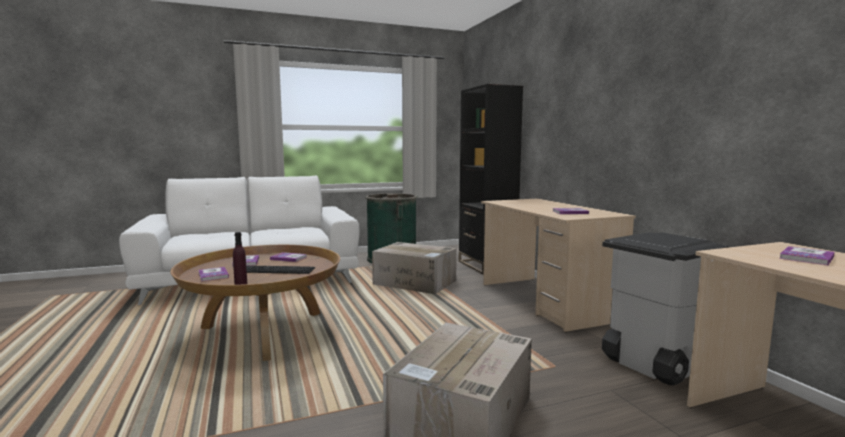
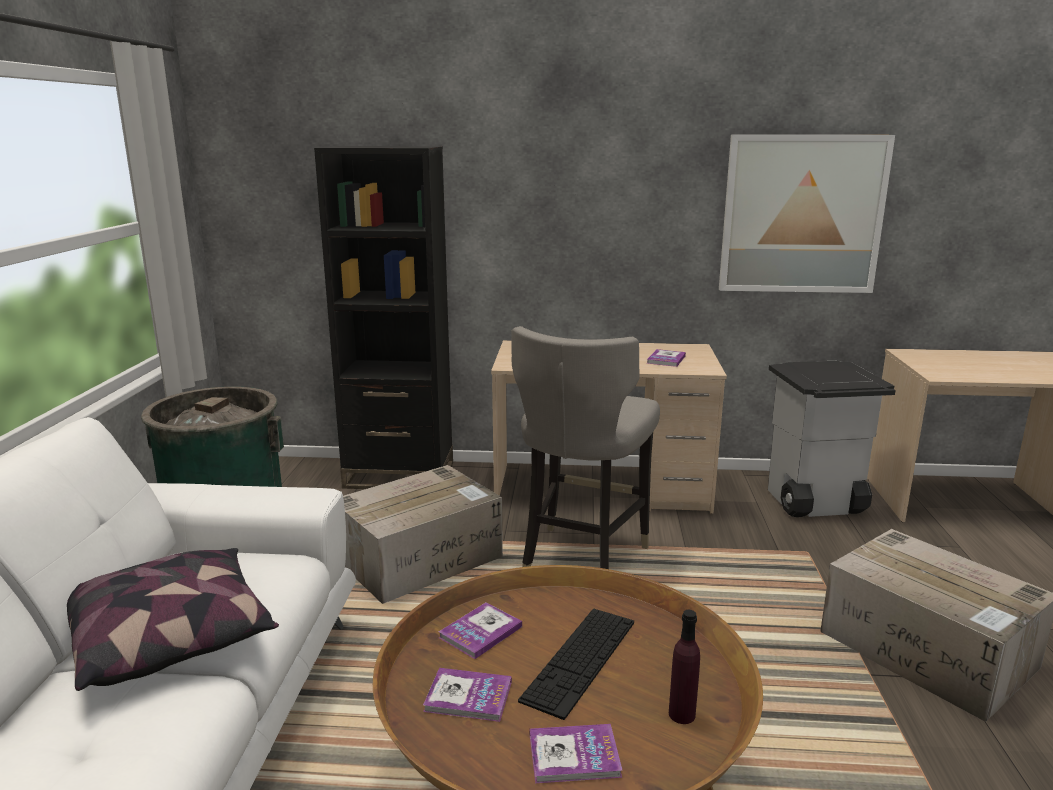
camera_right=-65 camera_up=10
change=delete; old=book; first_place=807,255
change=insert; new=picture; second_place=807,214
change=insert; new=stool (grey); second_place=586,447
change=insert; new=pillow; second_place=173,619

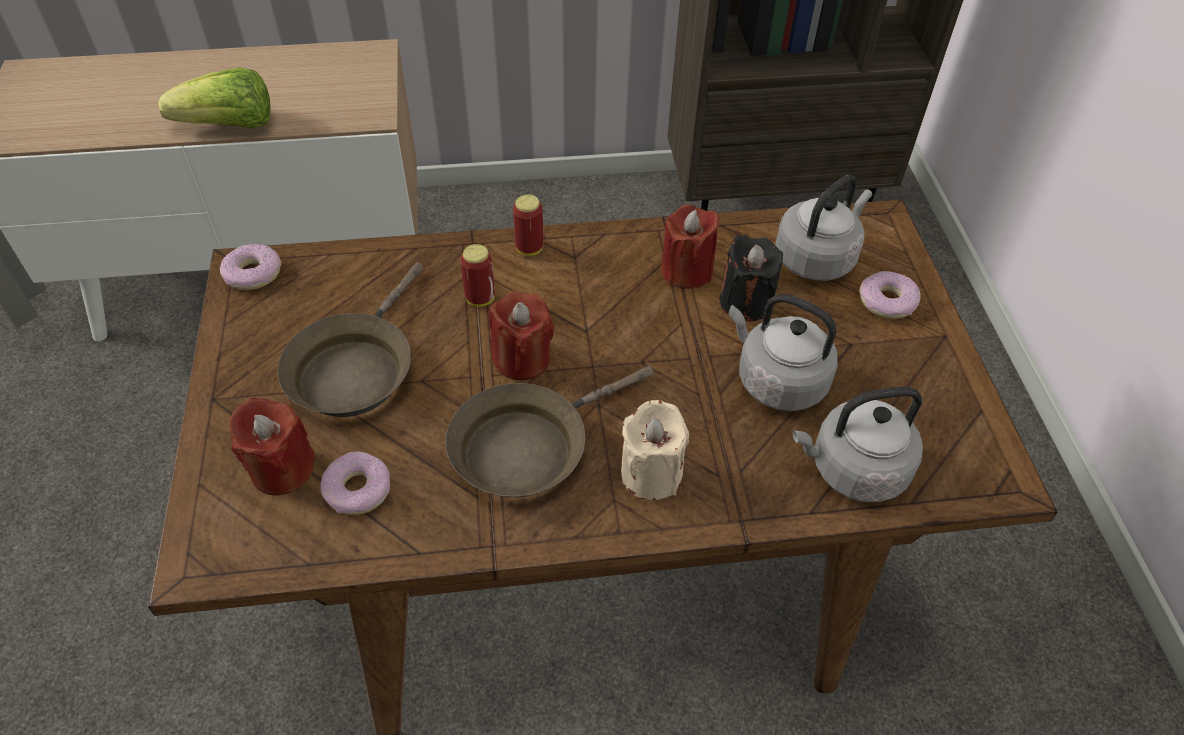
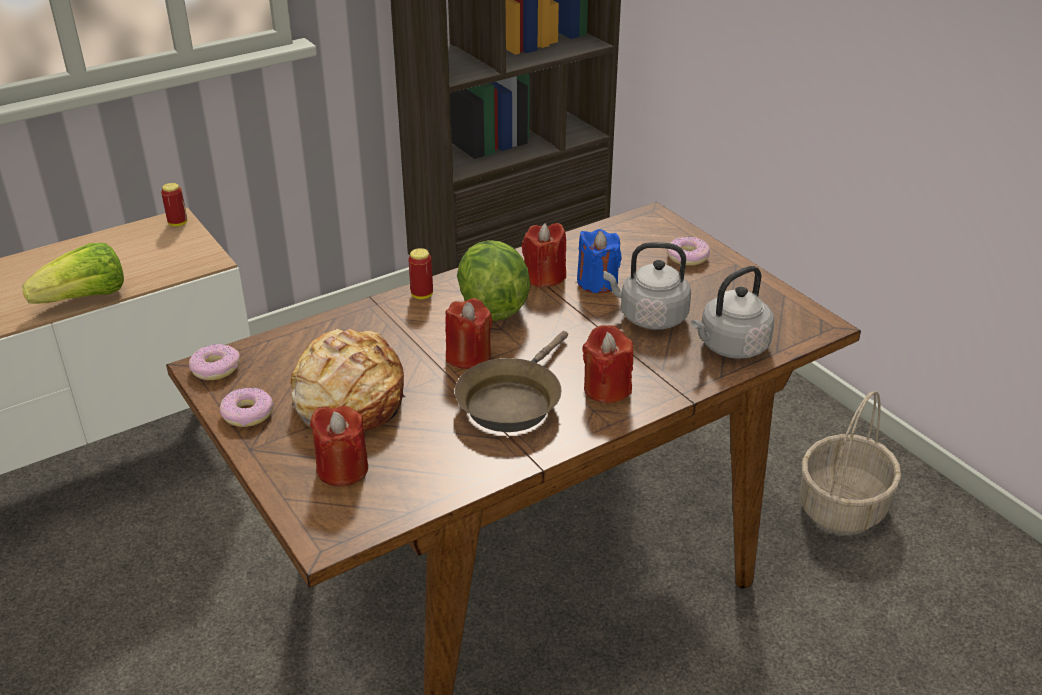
camera_right=-25 camera_up=-15
change=delete; old=kettle (grey); first_place=823,228
change=recolor; old=candle (black); new=candle (blue); first_place=751,278; second_place=599,261
change=move; old=can; first_place=477,275; second_place=174,204
change=replace; old=frying pan (brown); new=bread; first_place=350,339; second_place=348,380
change=recolor; old=candle (beige); new=candle (red); first_place=655,450; second_place=607,364
change=move; old=donut; first_place=355,483; second_place=247,407
change=insert; new=lettuce; second_place=493,280
change=insert; new=basket; second_place=850,462

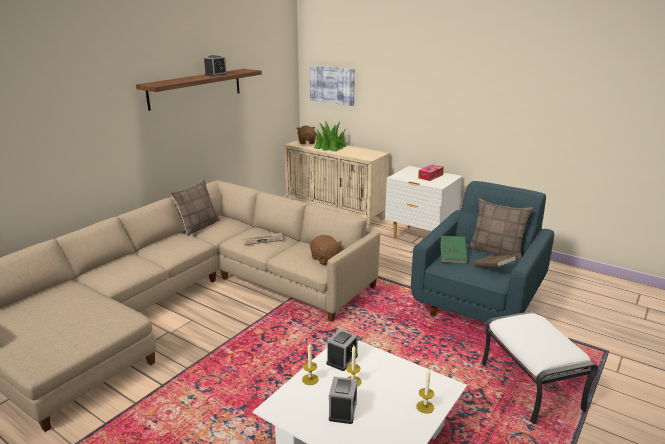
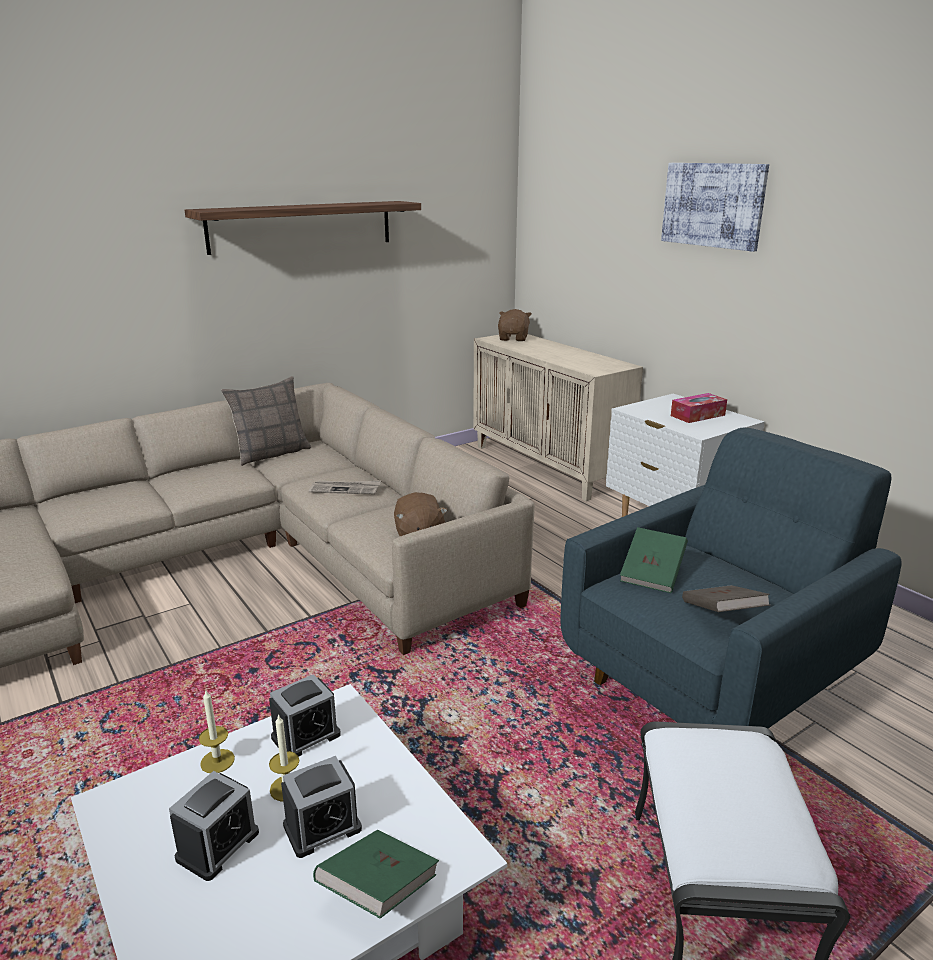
camera_right=20 camera_up=0
change=move; old=alarm clock; first_place=216,66; second_place=321,807
change=move; old=picture; first_place=332,85; second_place=715,207
change=delete; old=potted plant; first_place=330,136
change=delete; old=pillow; first_place=501,229
change=replace; old=candle; new=book (green); first_place=425,391; second_place=376,874

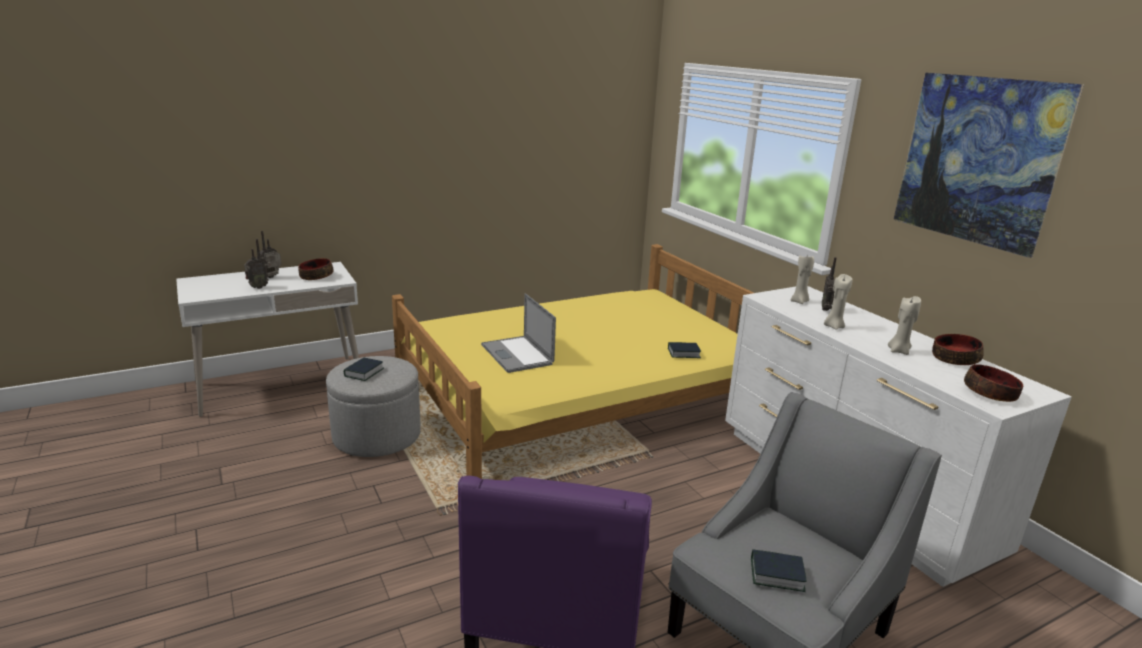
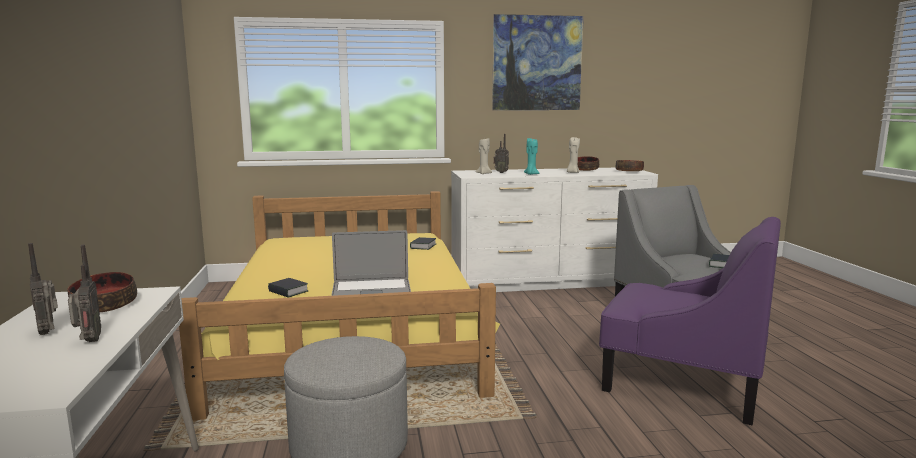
camera_right=-70 camera_up=-10
change=recolor; old=candle (beige); new=candle (turquoise); first_place=838,302; second_place=531,156
change=move; old=book; first_place=364,369; second_place=288,288

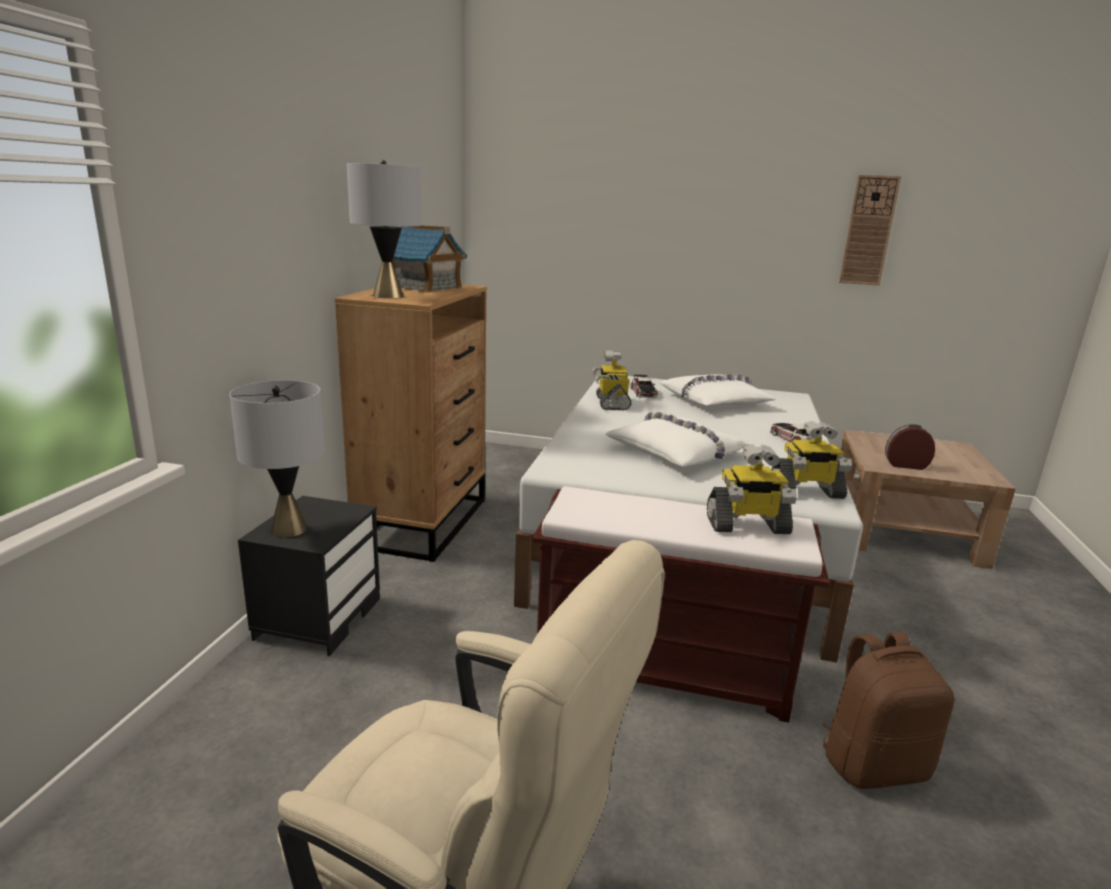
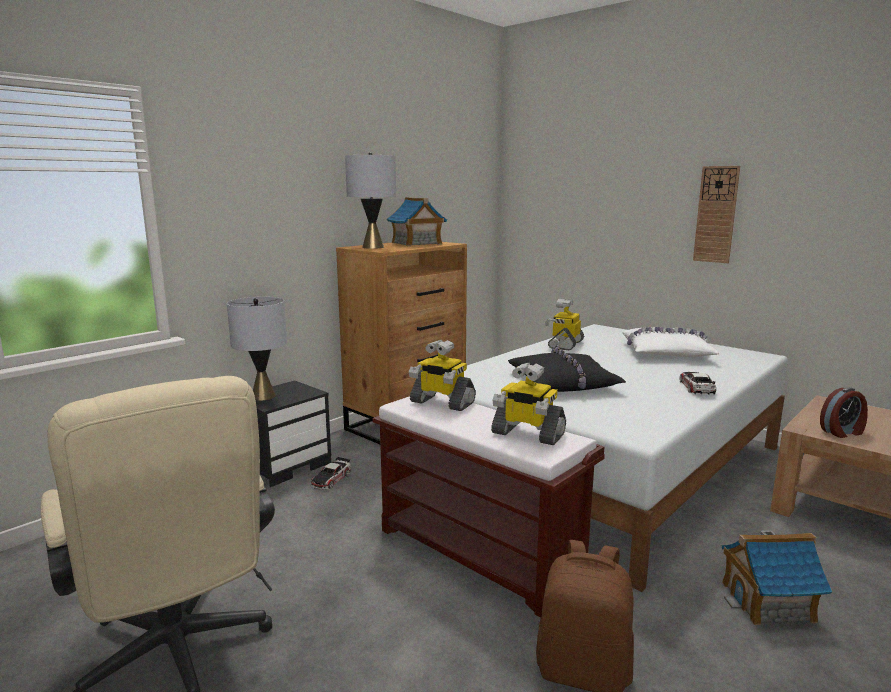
camera_right=30 camera_up=-5
change=move; old=wall clock; first_place=870,230; second_place=716,214
change=move; old=toy car; first_place=644,386; second_place=331,473
change=recolor; old=pillow (white); new=pillow (black); first_place=678,440; second_place=567,369
change=move; old=toy robot; first_place=811,460; second_place=442,375
change=rotate; old=alarm clock; first_place=910,447; second_place=844,413; degrees=120
change=insert; new=toy house; second_place=777,577

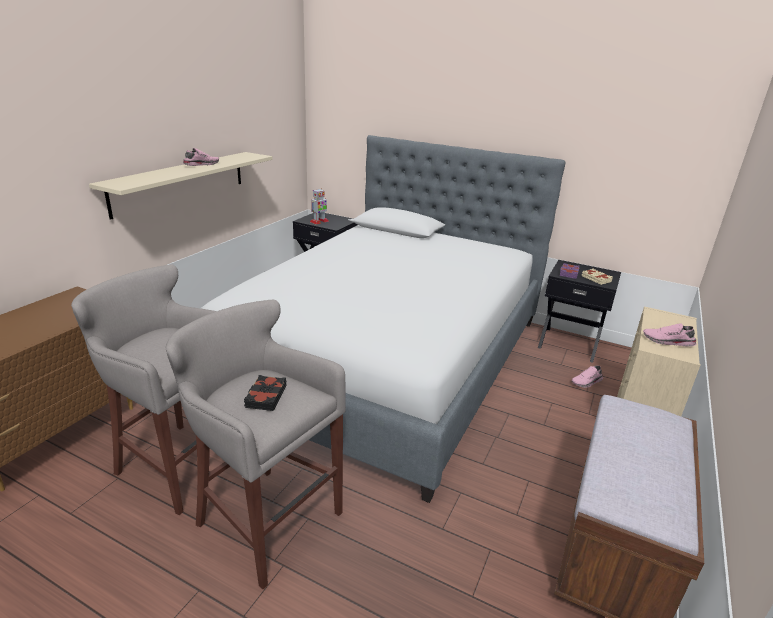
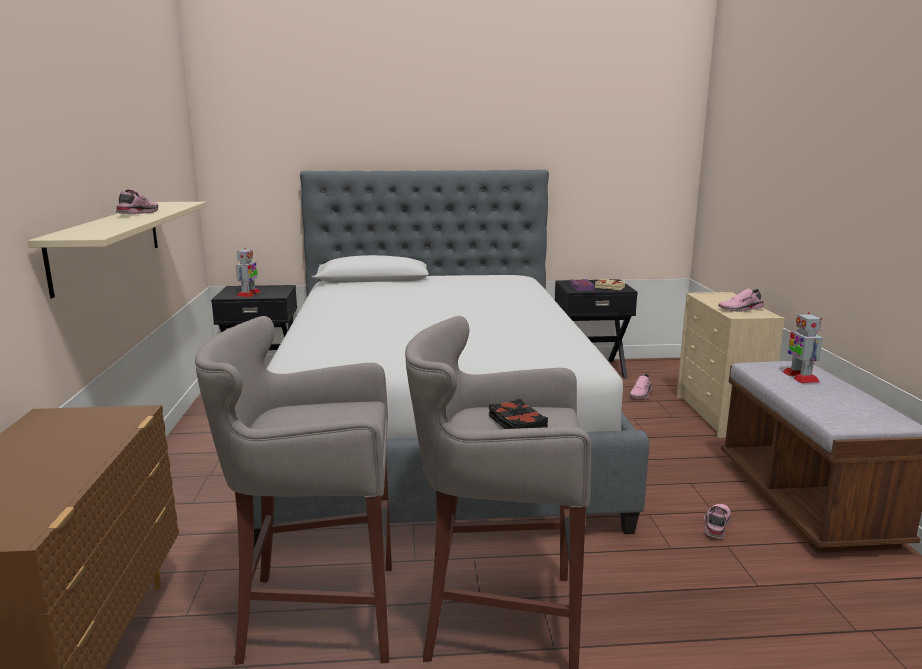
camera_right=-30 camera_up=-10
change=insert; new=toy robot; second_place=803,347
change=insert; new=shoe (pink); second_place=717,521

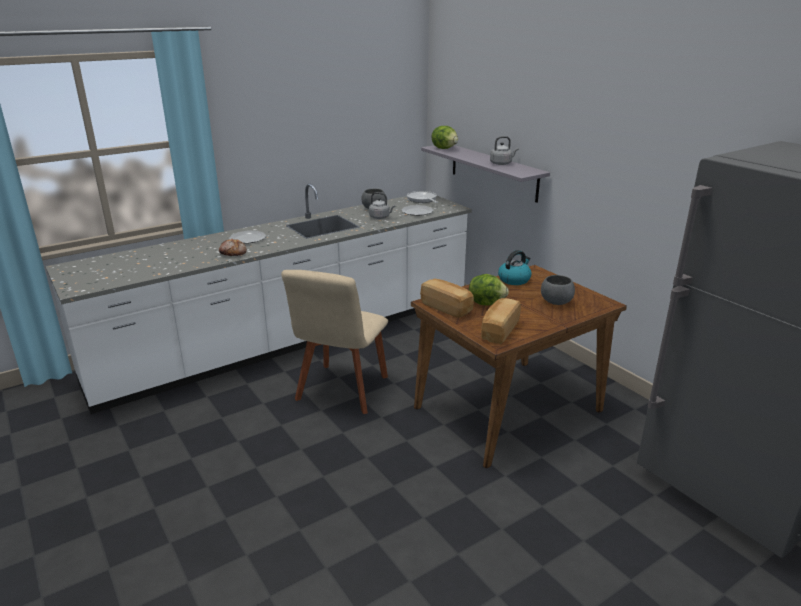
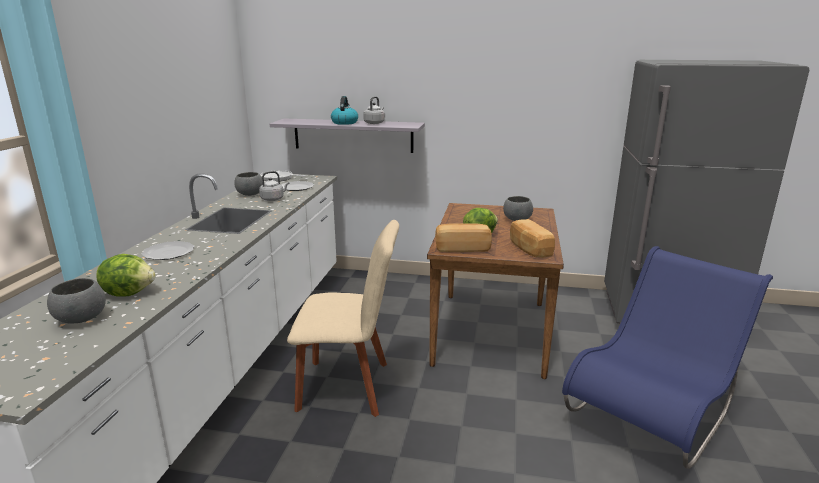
camera_right=-45 camera_up=-5
change=move; old=lettuce; first_place=444,137; second_place=126,275
change=delete; old=bread; first_place=233,247
change=move; old=kettle; first_place=514,267; second_place=344,110
change=rotate; old=chair (beige); first_place=334,342; second_place=343,318; degrees=-60
change=insert; new=chair (blue); second_place=667,357
change=insert; new=bowl (grey); second_place=76,301

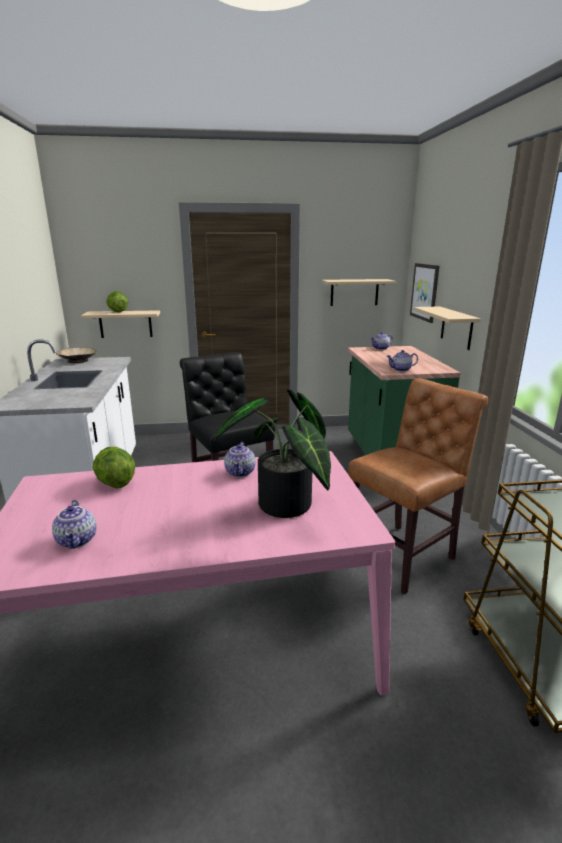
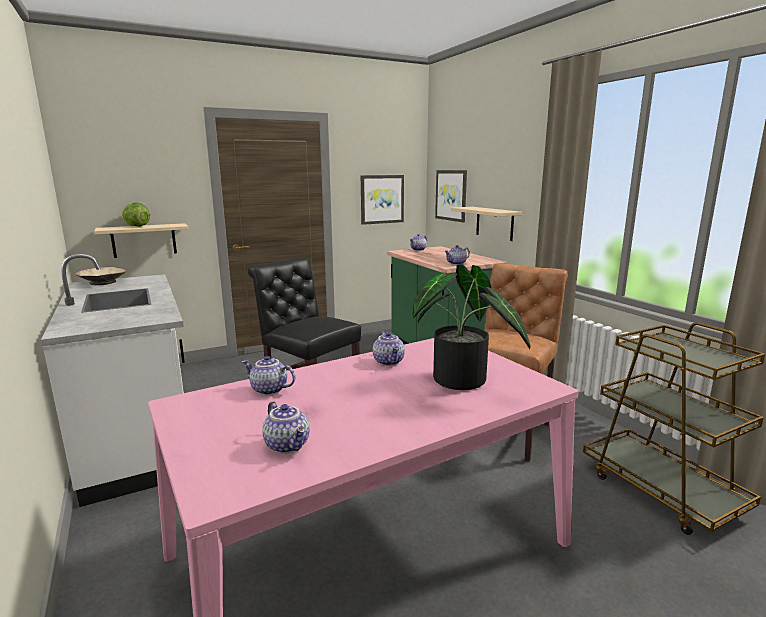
camera_right=-20 camera_up=-5
change=replace; old=shelf (beige); new=picture; first_place=359,292; second_place=382,200
change=replace; old=lettuce; new=teapot; first_place=114,467; second_place=268,375

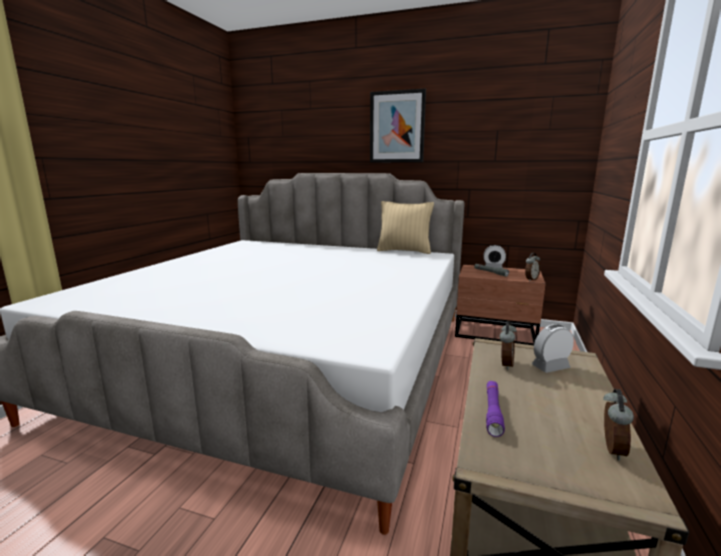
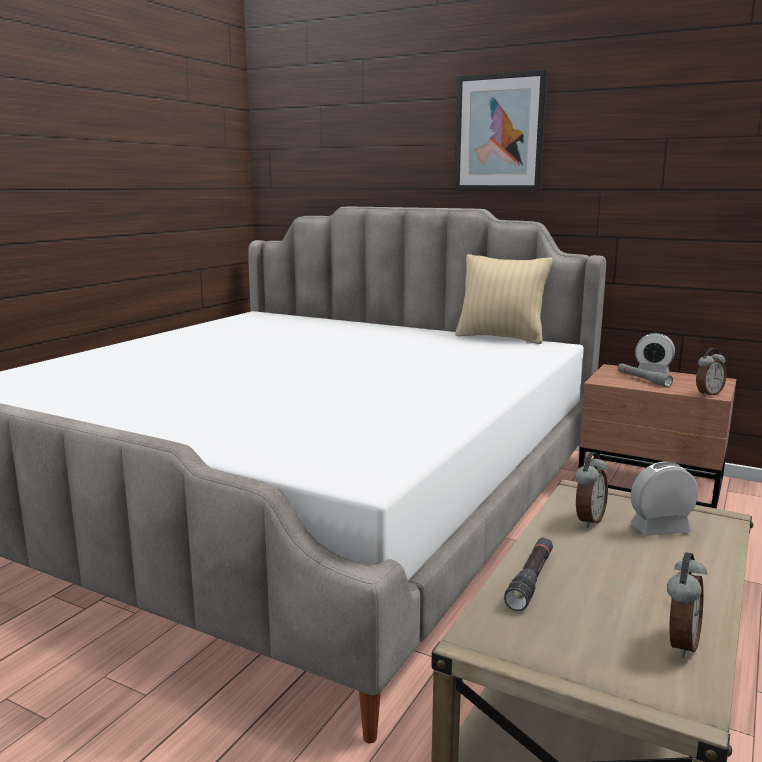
camera_right=10 camera_up=0
change=recolor; old=flashlight (purple); new=flashlight (black); first_place=495,409; second_place=528,574

